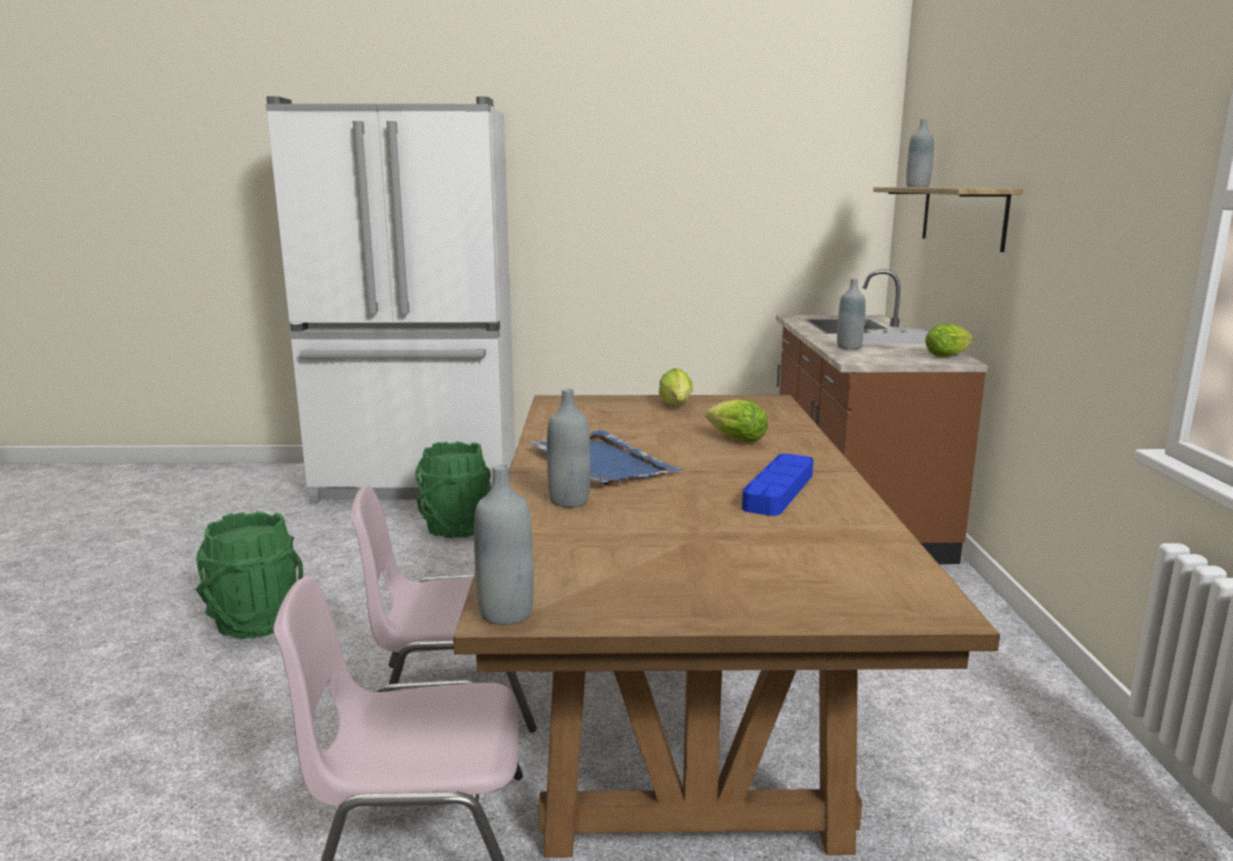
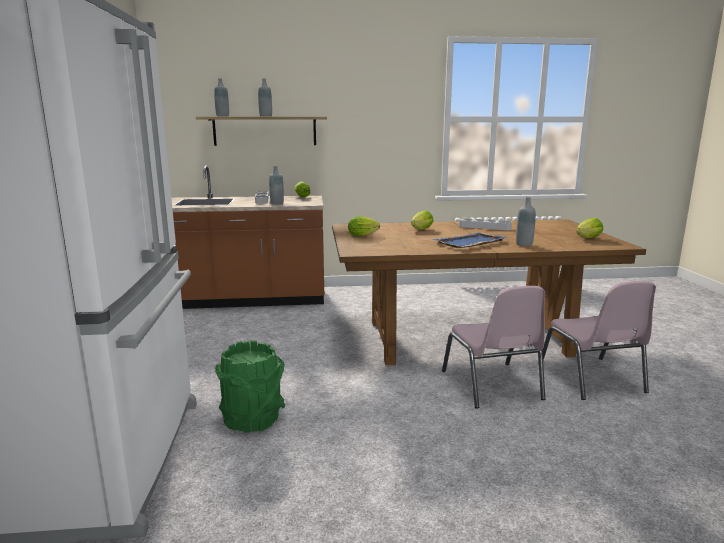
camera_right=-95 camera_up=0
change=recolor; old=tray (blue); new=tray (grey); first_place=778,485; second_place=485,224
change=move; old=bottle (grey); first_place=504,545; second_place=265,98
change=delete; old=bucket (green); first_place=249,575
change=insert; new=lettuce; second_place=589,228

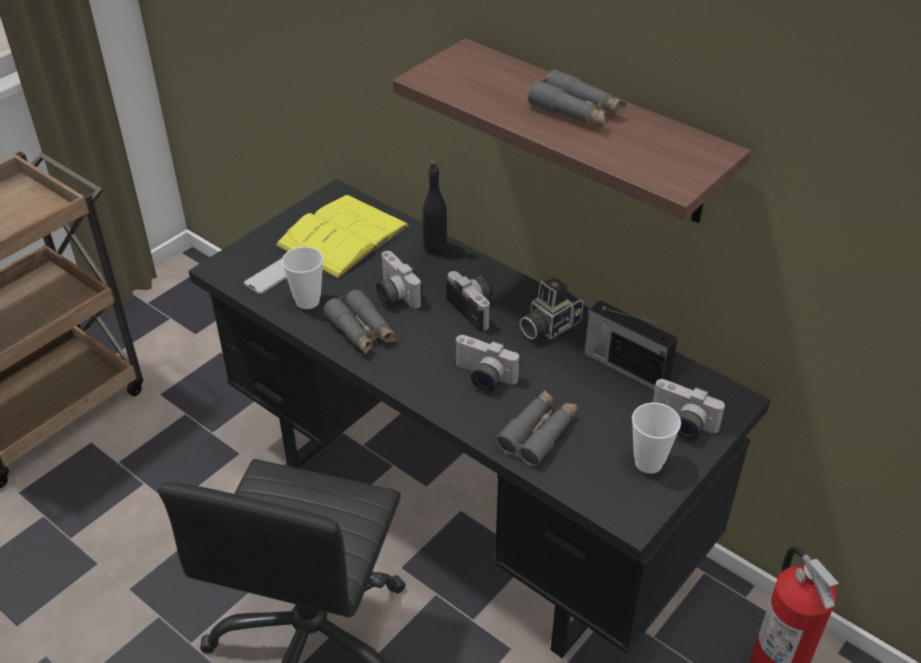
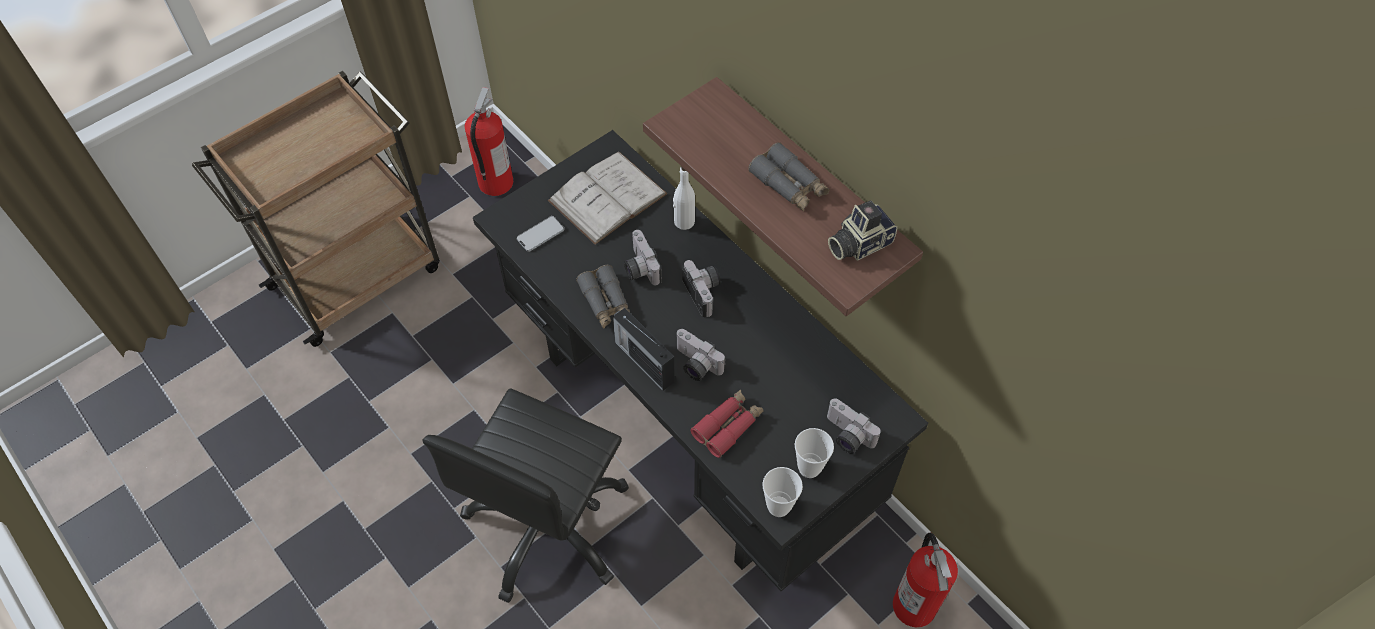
camera_right=10 camera_up=15
change=recolor; old=bottle (black); new=bottle (white); first_place=434,207; second_place=684,198
change=recolor; old=book (yellow); new=book (white); first_place=342,237; second_place=607,198
change=move; old=cup; first_place=302,278; second_place=782,492
change=move; old=photo camera; first_place=551,308; second_place=862,231
change=move; old=radio; first_place=631,345; second_place=644,349
change=recolor; old=binoculars (grey); new=binoculars (red); first_place=536,428; second_place=727,424
change=insert; new=fire extinguisher; second_place=489,141

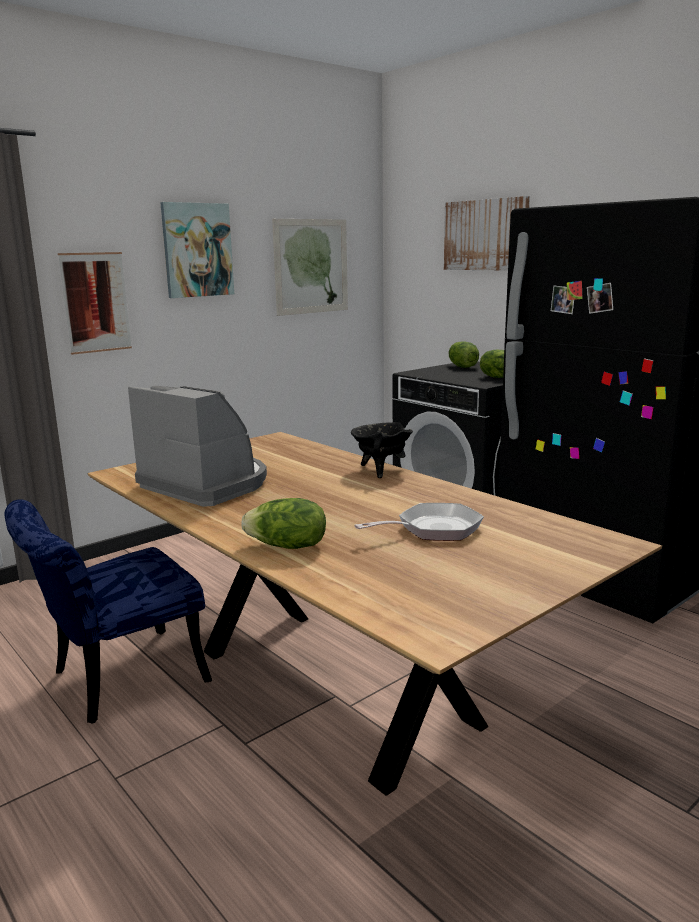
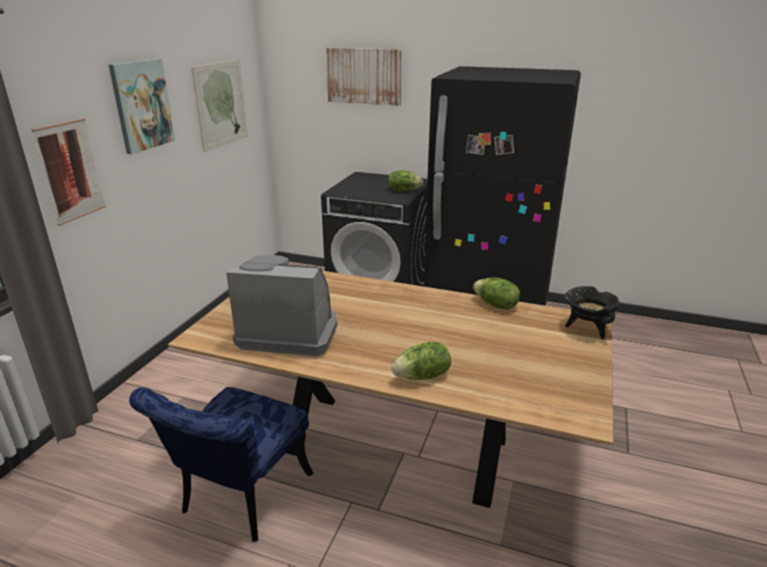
camera_right=-30 camera_up=10
change=move; old=lettuce; first_place=463,354; second_place=496,293
change=move; old=cooking pot (black); first_place=382,450; second_place=592,312
change=delete; old=frying pan; first_place=419,522

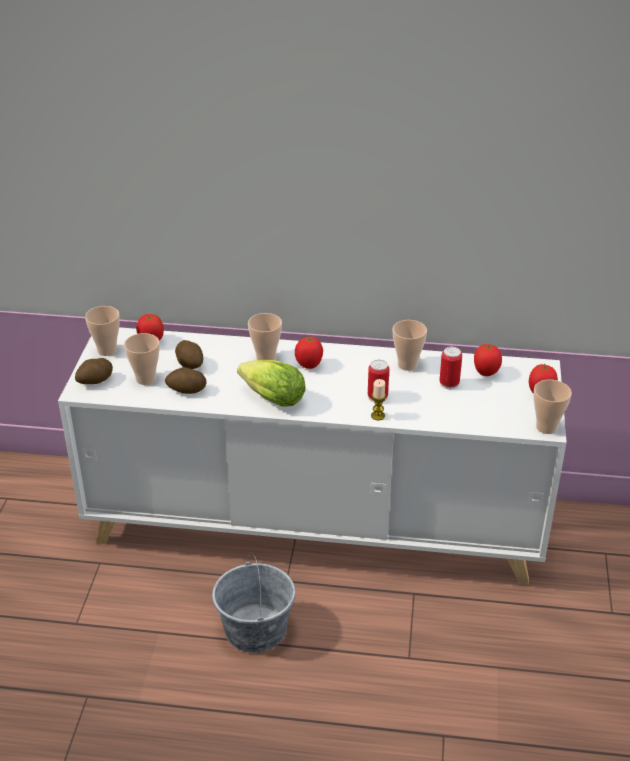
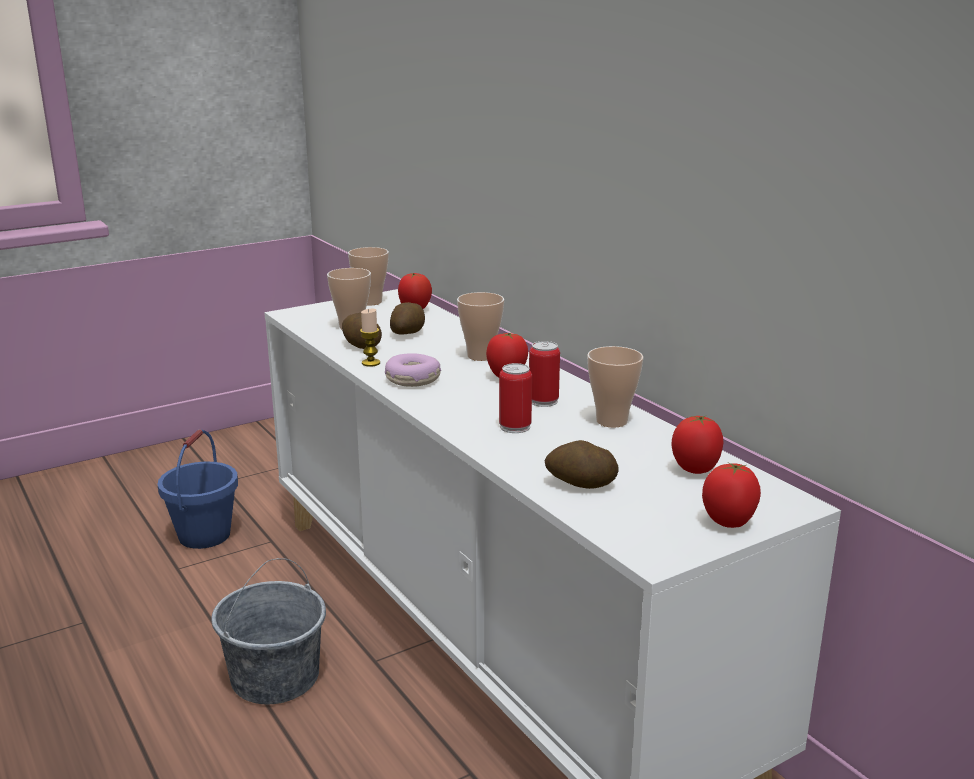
camera_right=50 camera_up=-15
change=move; old=can; first_place=450,368; second_place=544,374
change=move; old=potato; first_place=94,371; second_place=581,464
change=replace; old=lettuce; new=donut; first_place=271,383; second_place=413,370
change=move; old=candle; first_place=378,399; second_place=370,338
change=delete; old=cup; first_place=552,407
change=insert; new=bucket (blue); second_place=197,489

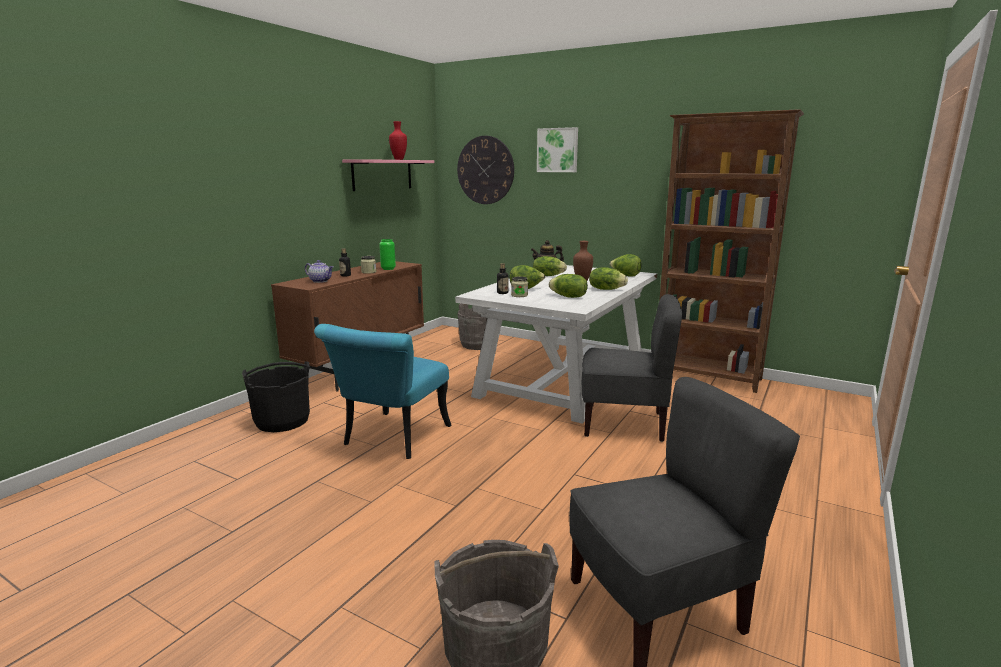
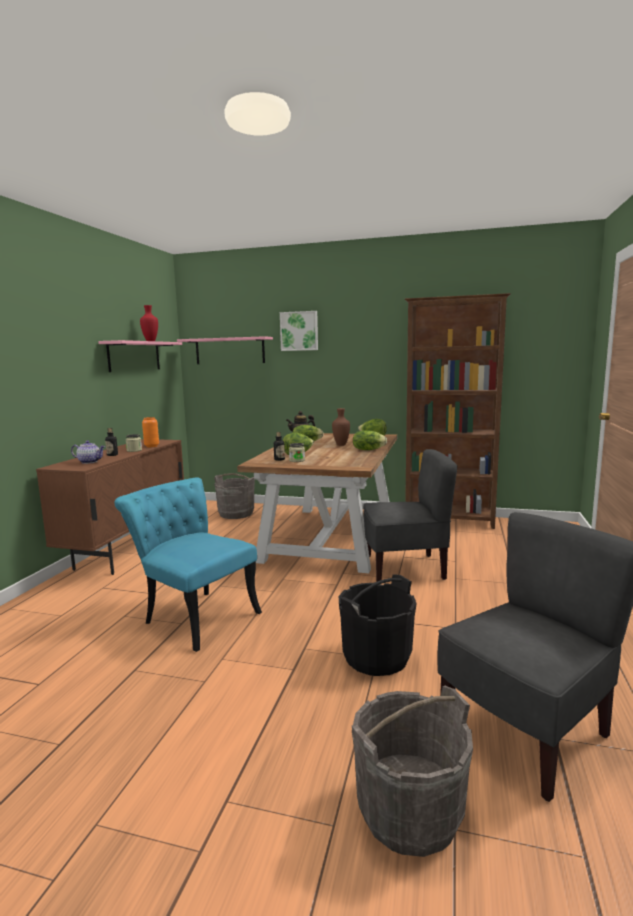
camera_right=-15 camera_up=-5
change=replace; old=wall clock; new=shelf (pink); first_place=485,170; second_place=225,350
change=recolor; old=vase (green); new=vase (orange); first_place=387,254; second_place=150,432
change=recolor; old=dining table (white); new=dining table (brown); first_place=556,344; second_place=317,503
change=delete; old=lettuce; first_place=568,286
change=rotate; old=chair (turquoise); first_place=383,391; second_place=188,565; degrees=120
change=move; old=bucket (black); first_place=276,396; second_place=377,625

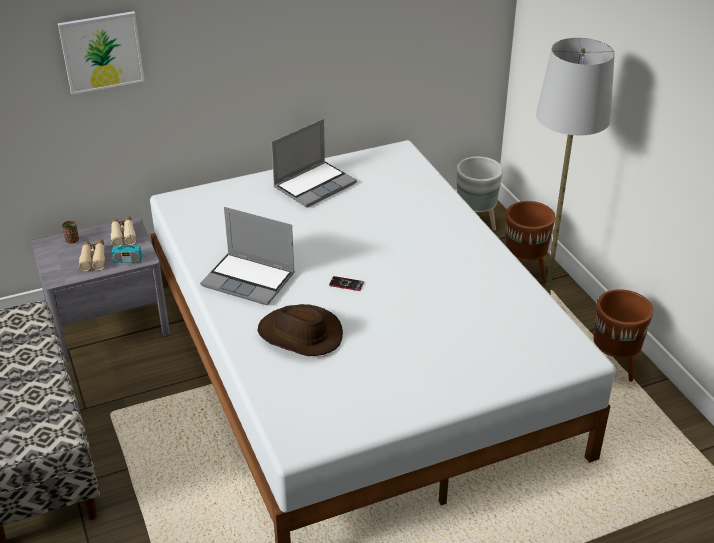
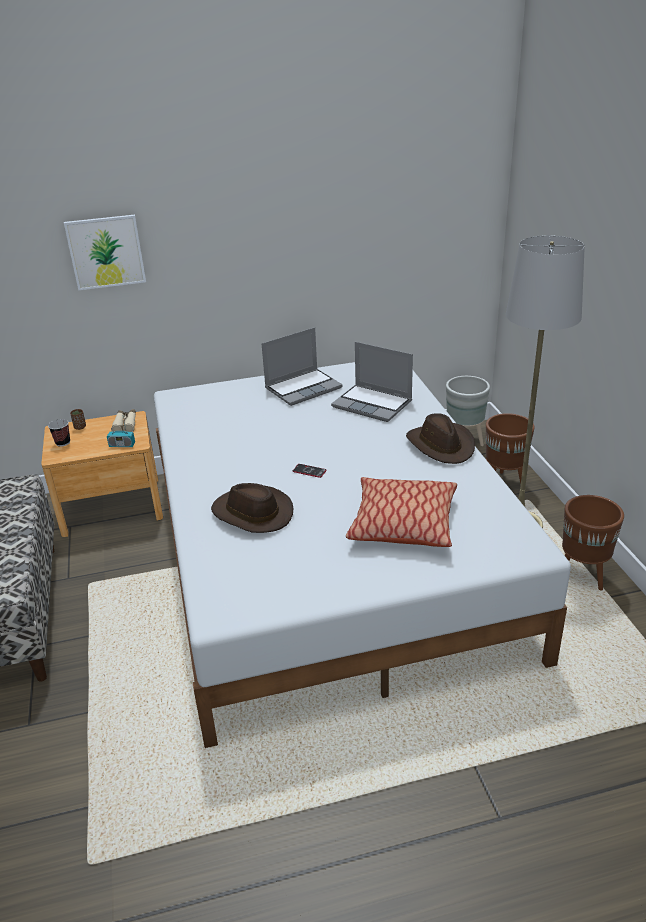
camera_right=10 camera_up=-5
change=move; old=laptop; first_place=247,256; second_place=372,382
change=recolor; old=nightstand (grey); new=nightstand (brown); first_place=100,289; second_place=102,474
change=delete; old=binoculars (beige); first_place=91,255
change=insert; new=hat (brown); second_place=440,438
change=insert; new=cup; second_place=59,433
change=insert; new=pillow; second_place=401,512

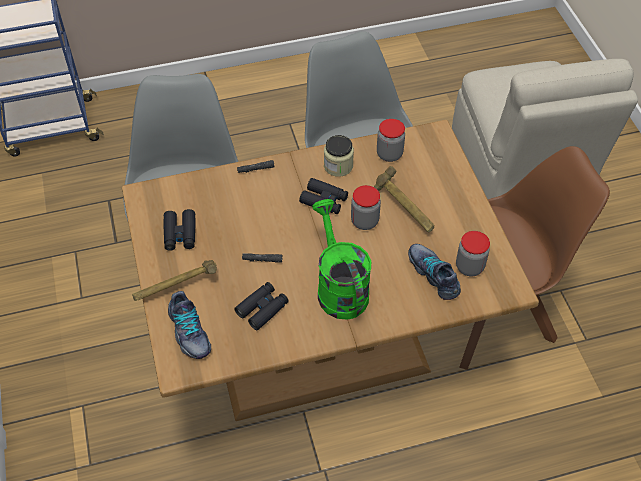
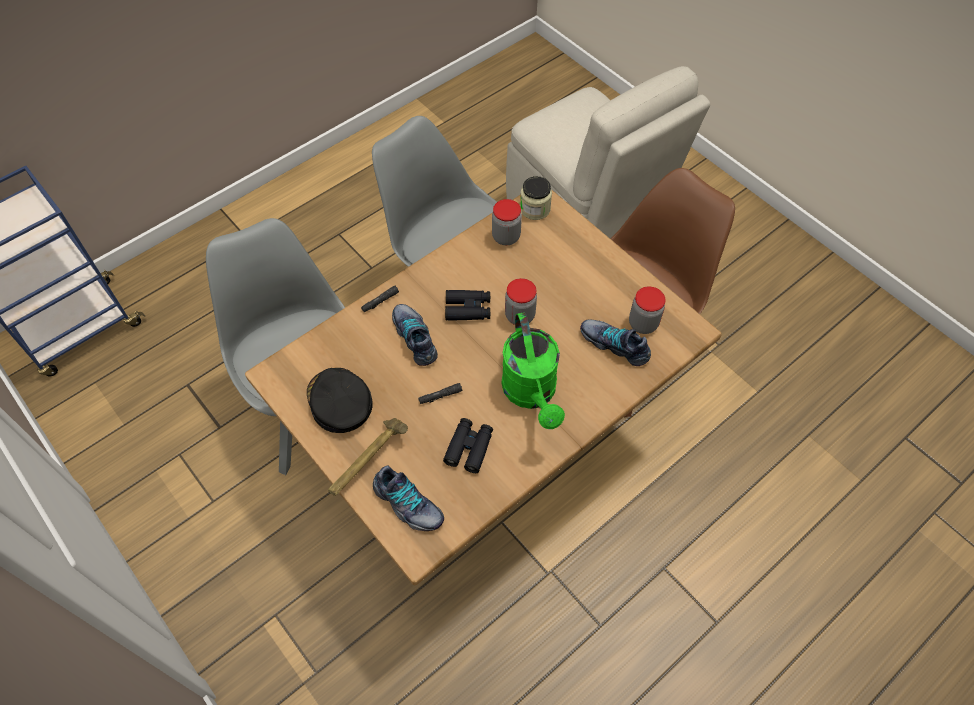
camera_right=-25 camera_up=5
change=move; old=jar; first_place=339,156; second_place=536,198
change=delete; old=hammer; first_place=404,199
change=rotate; old=watering can (green); first_place=341,259; second_place=533,370; degrees=-150
change=replace; old=binoculars (black); new=cap (black); first_place=179,230; second_place=340,400
change=insert; new=shoe; second_place=415,335

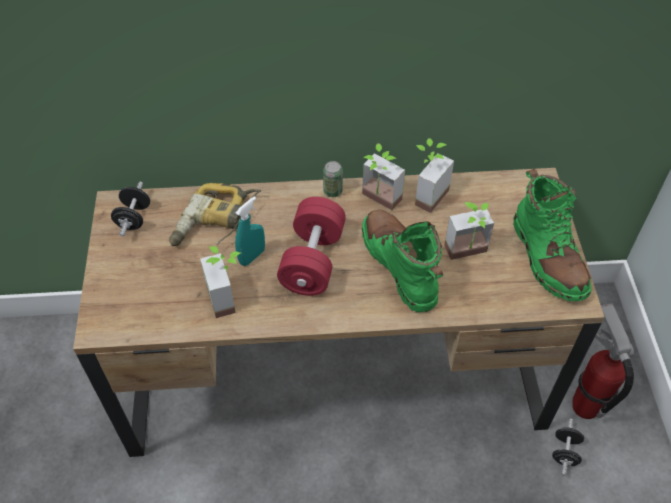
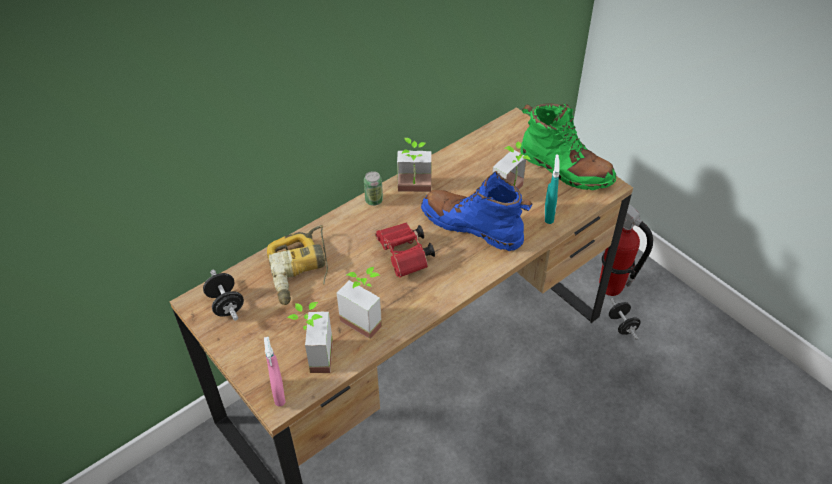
camera_right=-35 camera_up=-5
change=move; old=potted plant; first_place=434,175; second_place=310,337
change=move; old=spray bottle (turquoise); first_place=250,231; second_place=552,189
change=replace; old=dumbbell (red); new=binoculars (red); first_place=311,246; second_place=405,250
change=recolor; old=boot (green); new=boot (blue); first_place=402,260; second_place=476,211
change=insert; new=spray bottle (pink); second_place=275,372

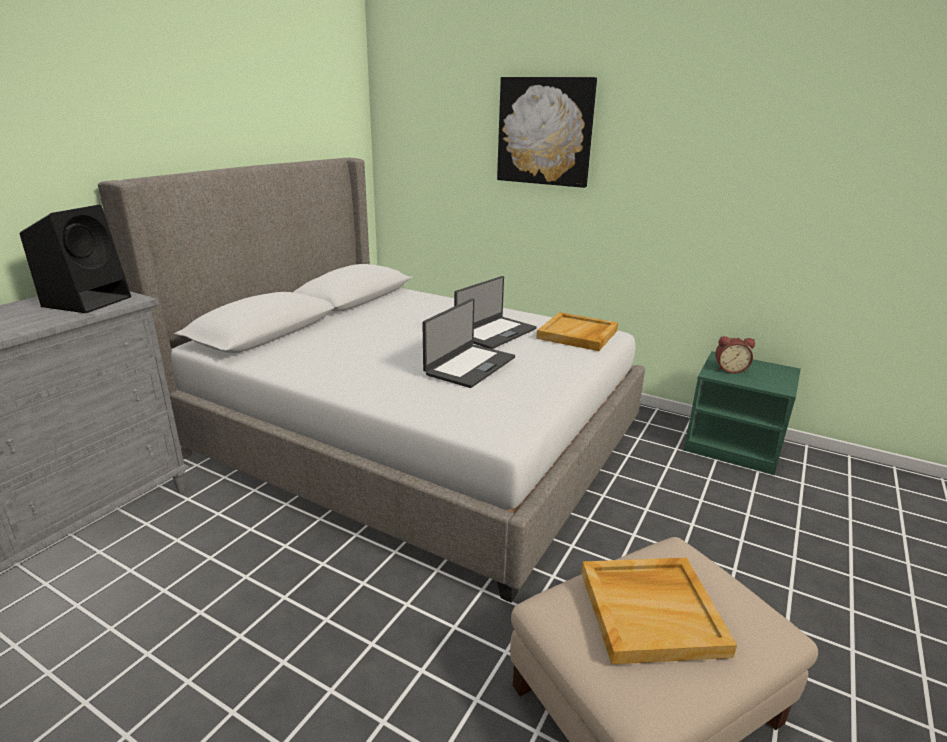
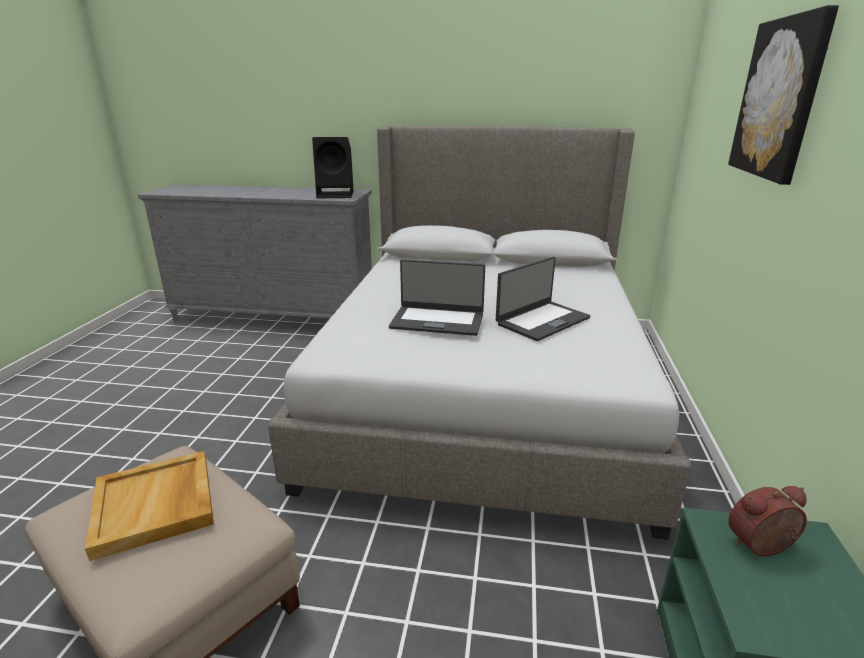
camera_right=70 camera_up=0
change=rotate; old=laptop; first_place=495,312; second_place=543,299; degrees=-60
change=delete; old=tray (beige); first_place=577,331
change=rotate; old=alarm clock; first_place=735,355; second_place=767,521; degrees=90

